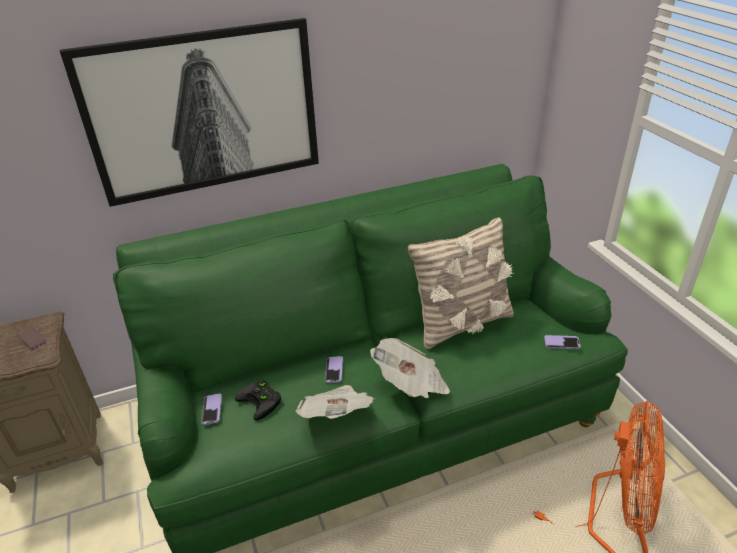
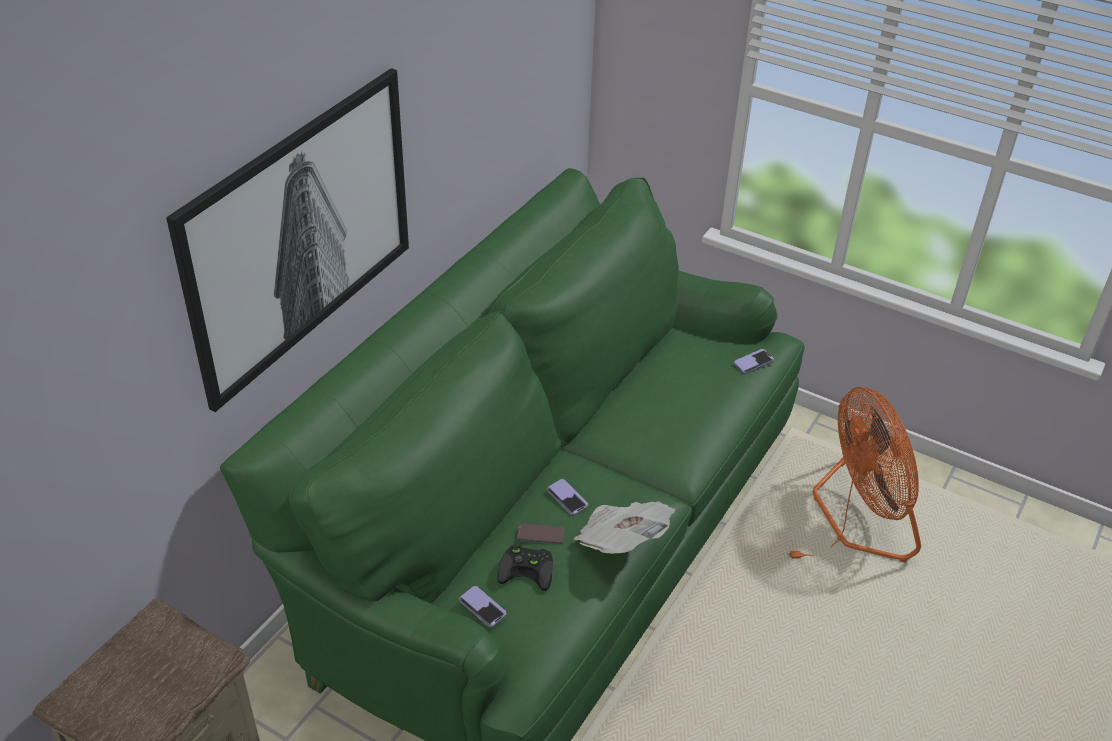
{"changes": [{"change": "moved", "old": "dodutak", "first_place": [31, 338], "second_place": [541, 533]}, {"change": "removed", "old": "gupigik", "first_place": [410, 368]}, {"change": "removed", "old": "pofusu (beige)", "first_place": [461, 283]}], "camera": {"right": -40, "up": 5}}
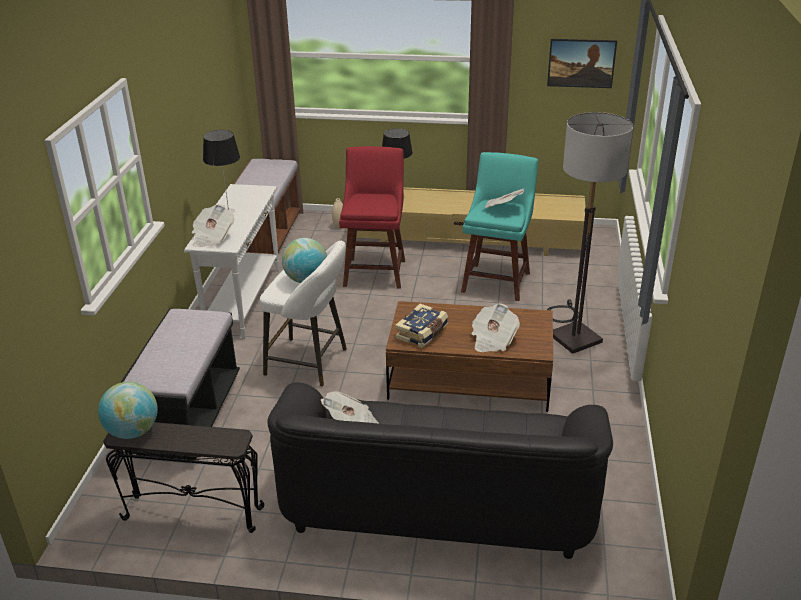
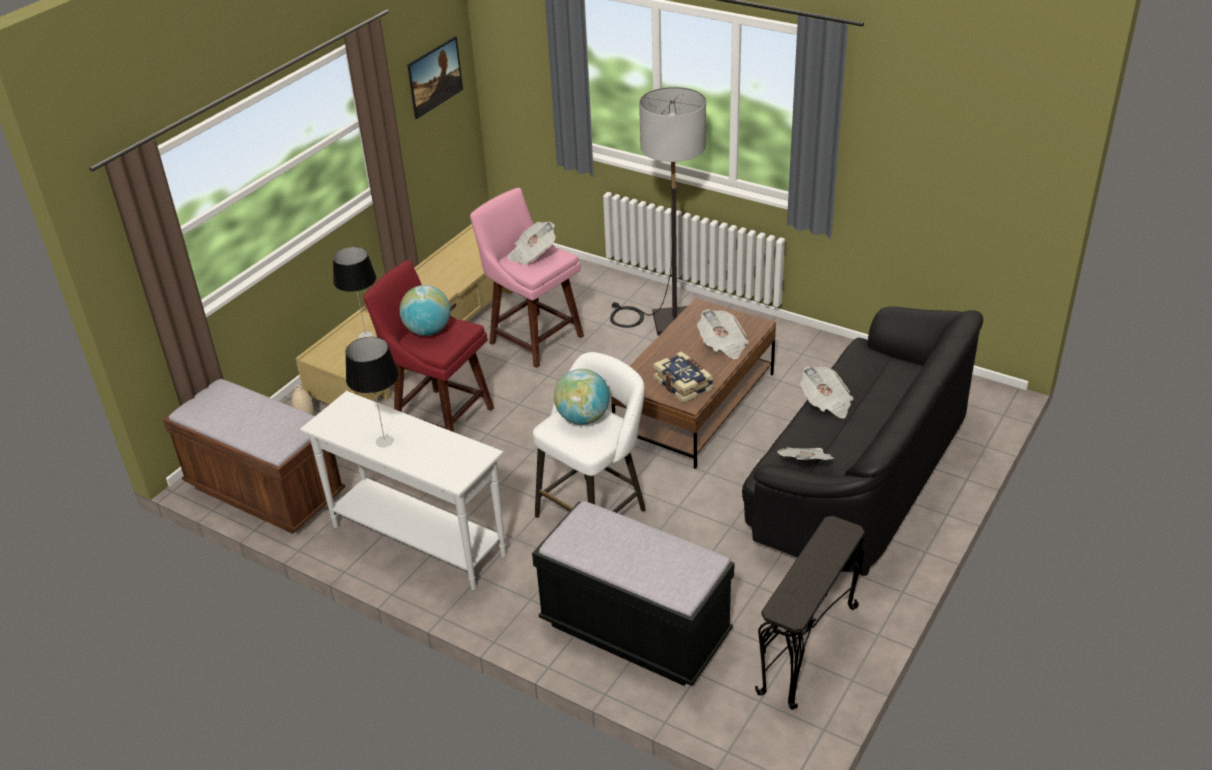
{"changes": [{"change": "moved", "old": "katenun", "first_place": [128, 410], "second_place": [425, 310]}, {"change": "recoloured", "old": "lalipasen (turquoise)", "new": "lalipasen (pink)", "first_place": [499, 226], "second_place": [527, 278]}, {"change": "moved", "old": "gupigik", "first_place": [213, 225], "second_place": [827, 392]}], "camera": {"right": -65, "up": 5}}
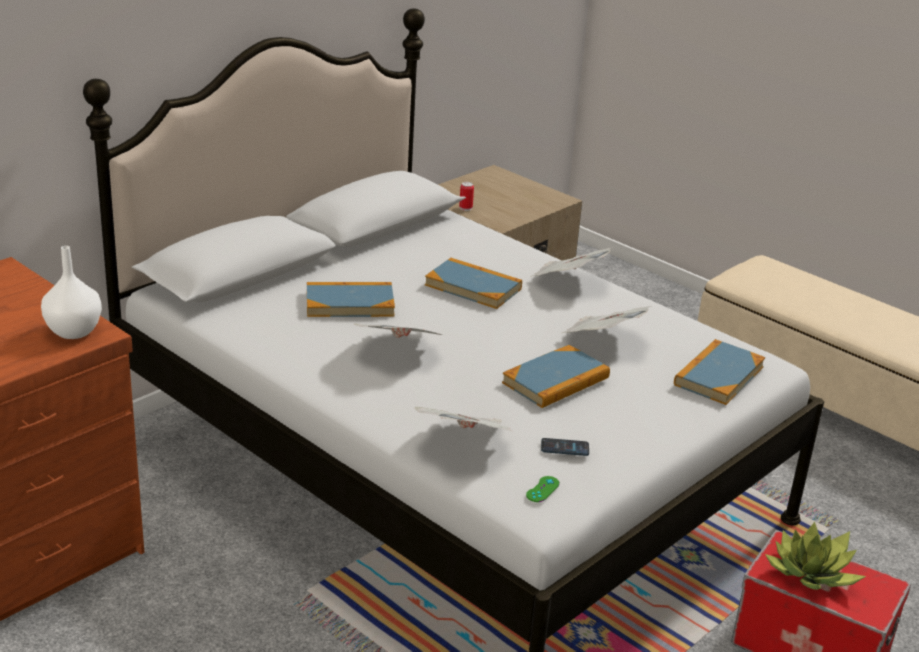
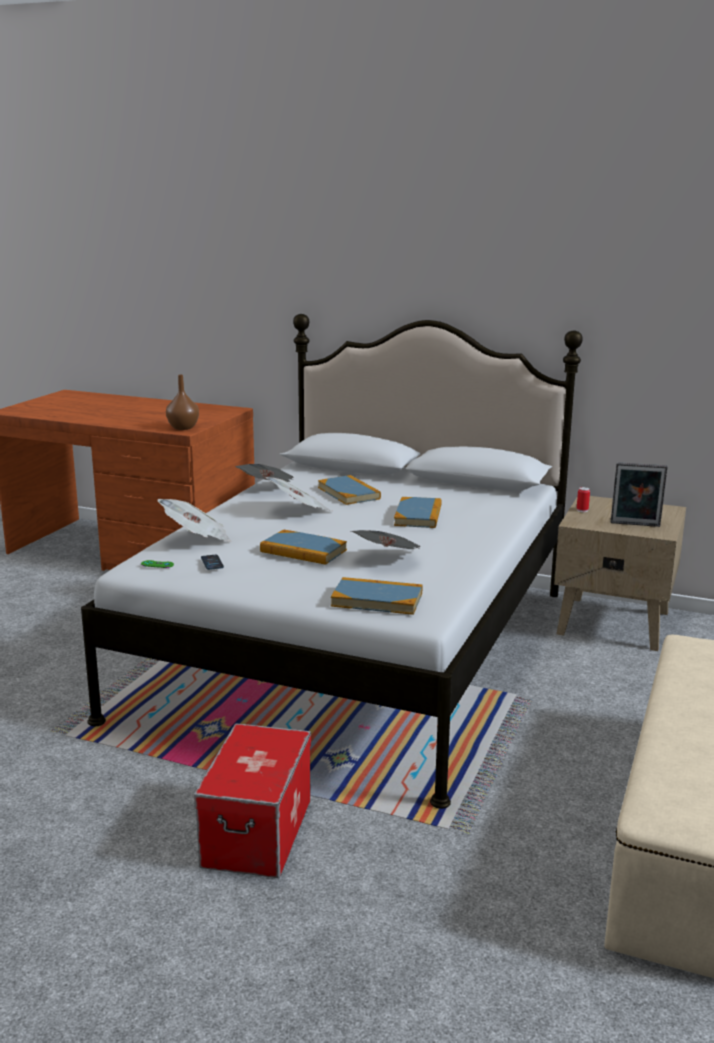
{"changes": [{"change": "recoloured", "old": "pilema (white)", "new": "pilema (brown)", "first_place": [71, 292], "second_place": [182, 402]}, {"change": "moved", "old": "gupigik", "first_place": [571, 262], "second_place": [264, 473]}, {"change": "added", "new": "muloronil", "second_place": [639, 494]}, {"change": "removed", "old": "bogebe", "first_place": [815, 556]}], "camera": {"right": 70, "up": -10}}
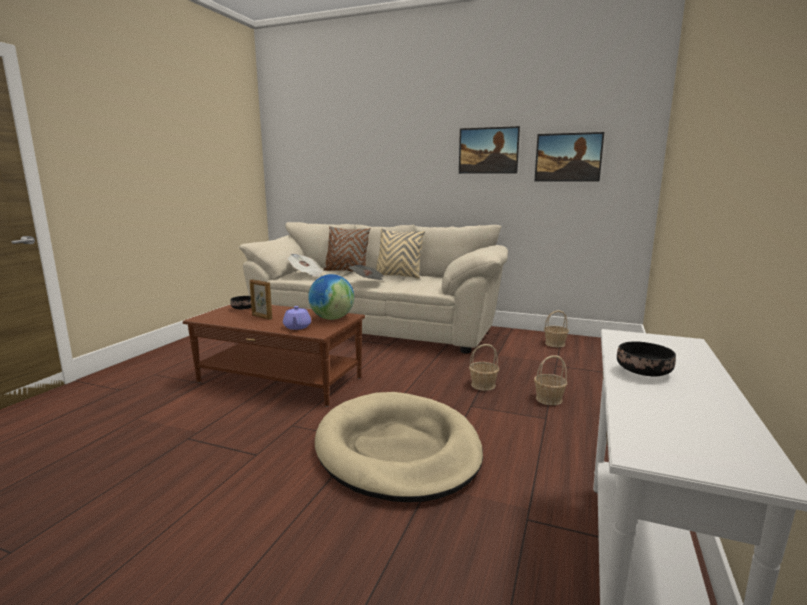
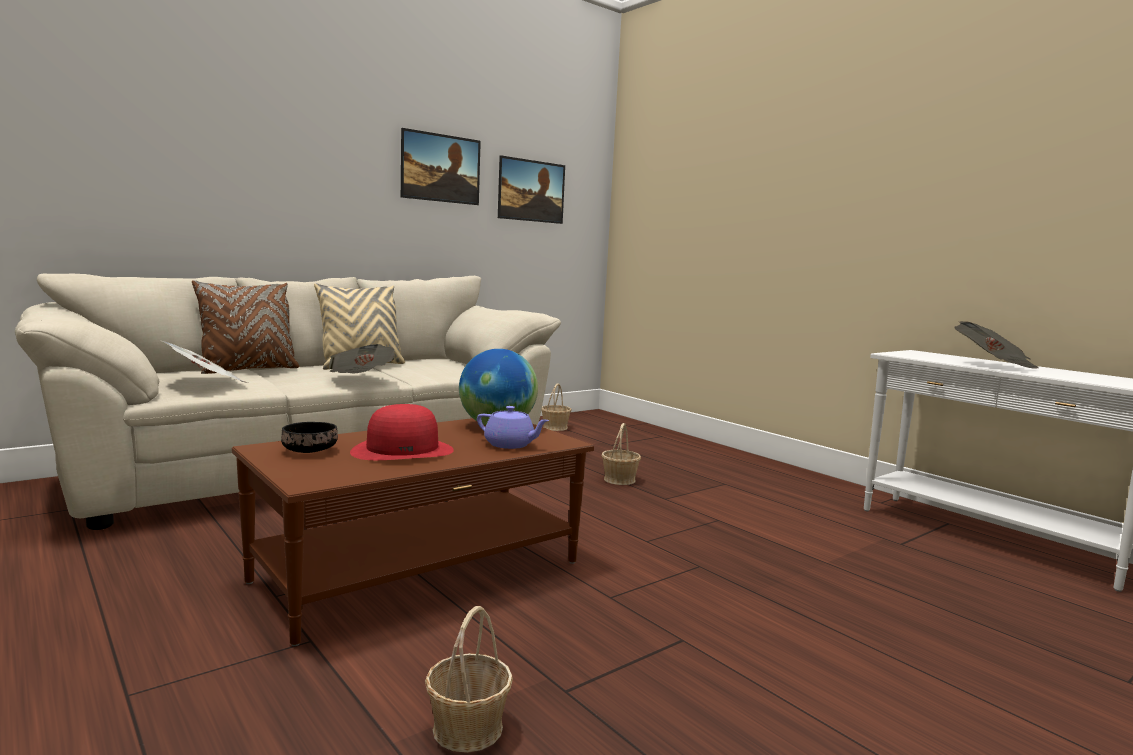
{"changes": [{"change": "replaced", "old": "muloronil", "new": "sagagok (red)", "first_place": [261, 299], "second_place": [402, 432]}, {"change": "moved", "old": "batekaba", "first_place": [550, 380], "second_place": [469, 679]}, {"change": "replaced", "old": "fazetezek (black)", "new": "gupigik", "first_place": [646, 359], "second_place": [996, 345]}, {"change": "removed", "old": "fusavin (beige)", "first_place": [399, 447]}], "camera": {"right": -60, "up": -5}}
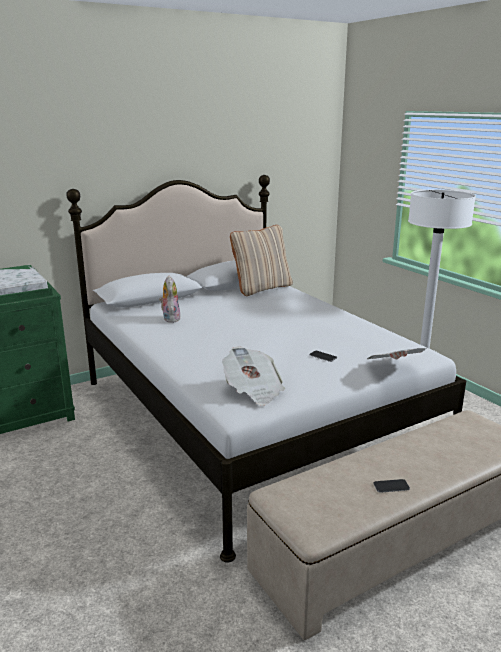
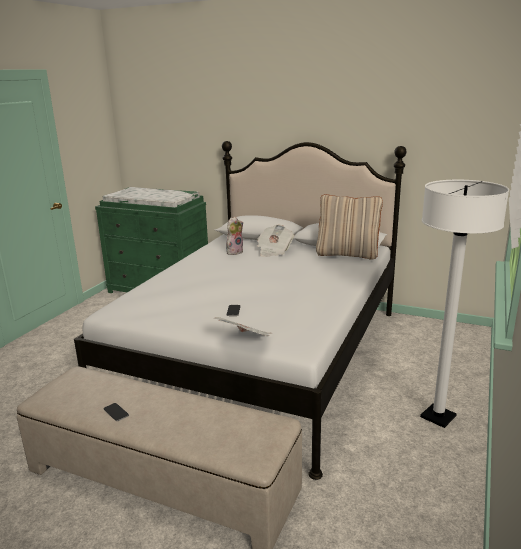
{"changes": [{"change": "moved", "old": "gupigik", "first_place": [253, 376], "second_place": [275, 241]}], "camera": {"right": 55, "up": 0}}
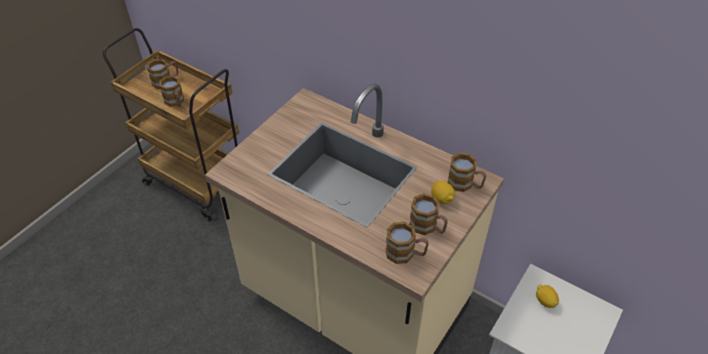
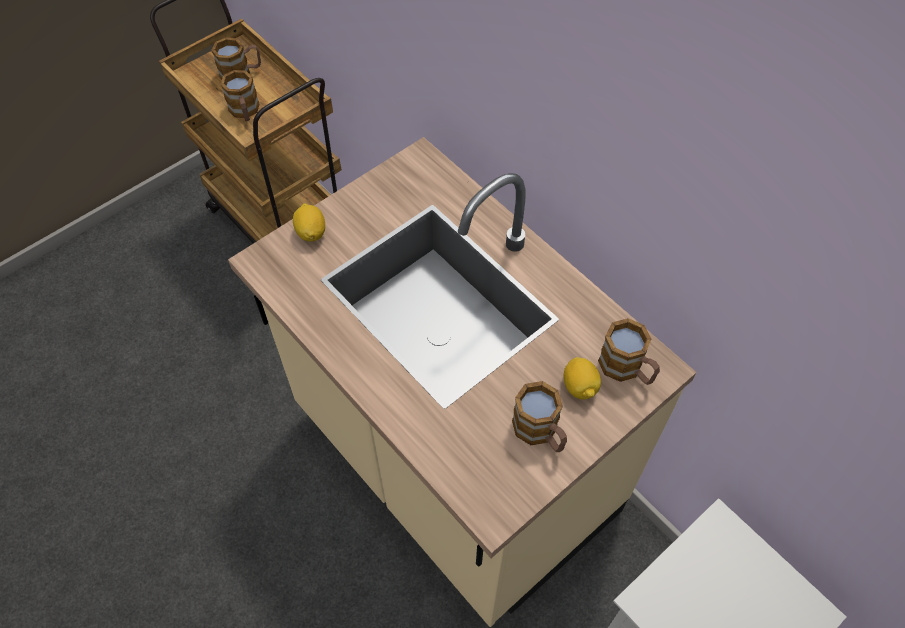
{"changes": [{"change": "moved", "old": "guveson", "first_place": [547, 296], "second_place": [309, 222]}, {"change": "removed", "old": "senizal", "first_place": [407, 243]}], "camera": {"right": 15, "up": 10}}
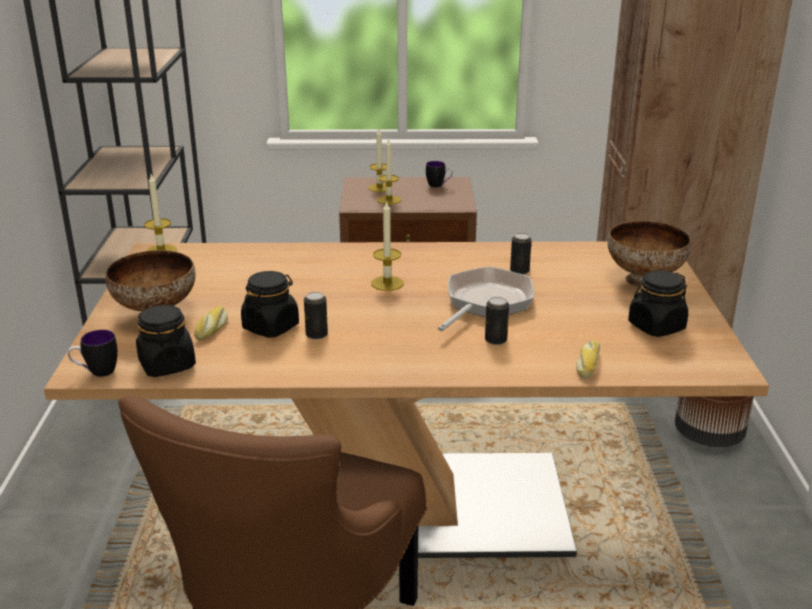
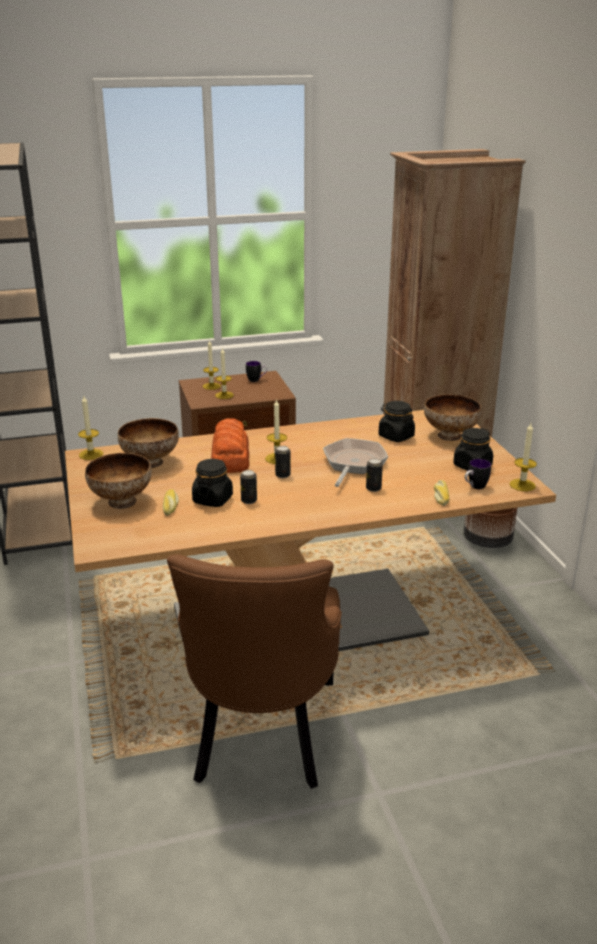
{"changes": [{"change": "added", "new": "fazetezek", "second_place": [148, 443]}, {"change": "added", "new": "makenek", "second_place": [230, 445]}, {"change": "moved", "old": "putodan", "first_place": [521, 254], "second_place": [282, 462]}, {"change": "moved", "old": "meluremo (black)", "first_place": [166, 341], "second_place": [396, 421]}, {"change": "moved", "old": "senizal", "first_place": [93, 353], "second_place": [478, 474]}, {"change": "added", "new": "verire", "second_place": [523, 457]}], "camera": {"right": -15, "up": 0}}
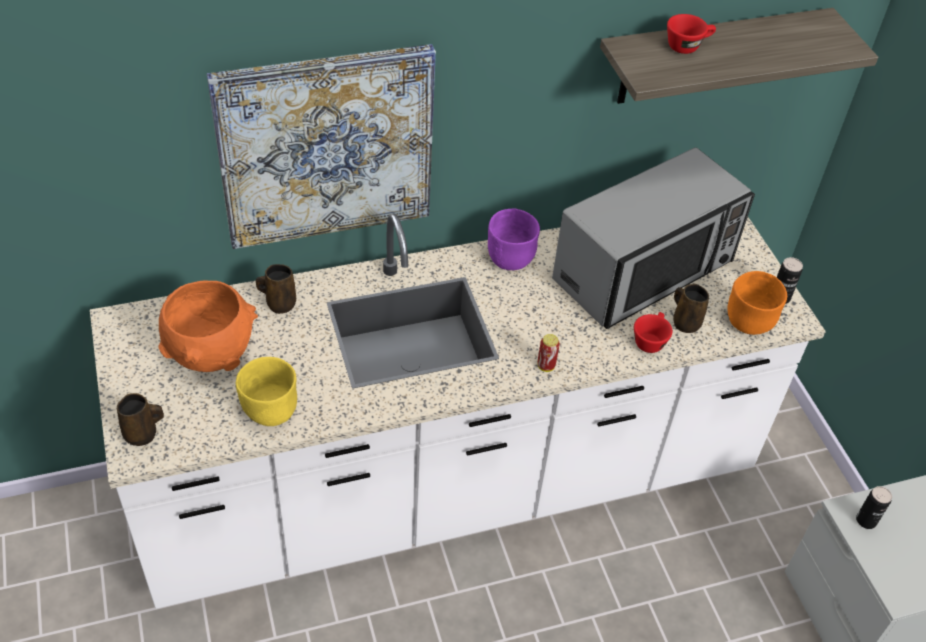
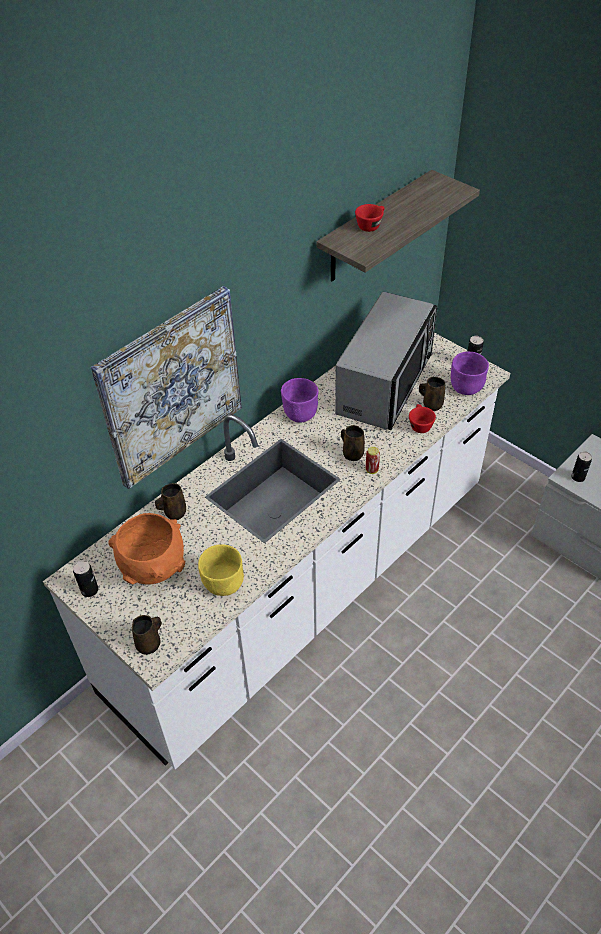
{"changes": [{"change": "added", "new": "putodan", "second_place": [86, 578]}, {"change": "added", "new": "senizal (brown)", "second_place": [353, 443]}, {"change": "recoloured", "old": "fazetezek (orange)", "new": "fazetezek (purple)", "first_place": [757, 303], "second_place": [470, 373]}], "camera": {"right": -25, "up": 0}}
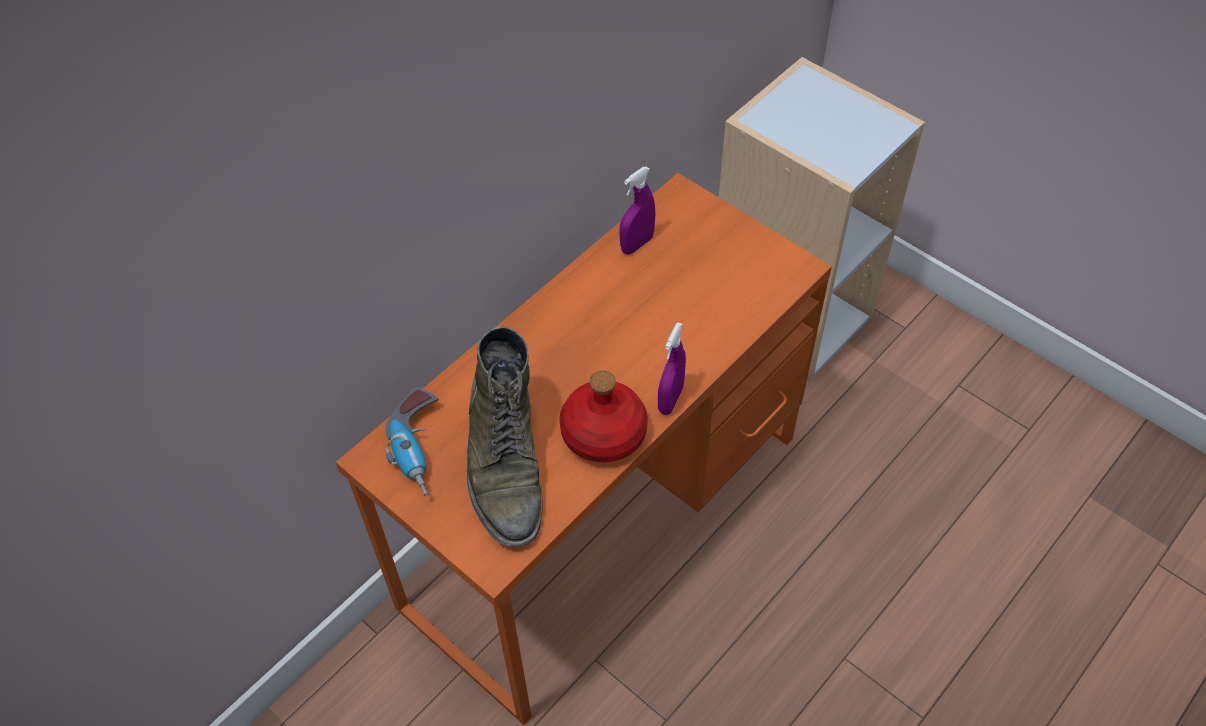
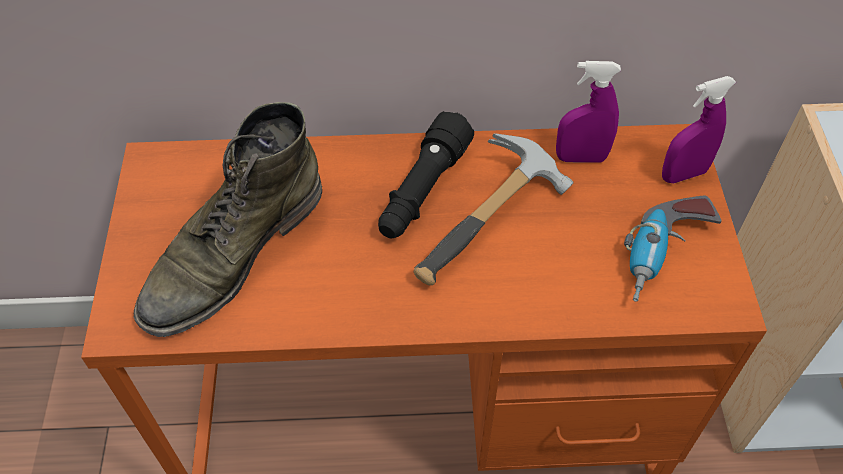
{"changes": [{"change": "added", "new": "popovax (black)", "second_place": [426, 174]}, {"change": "added", "new": "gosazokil", "second_place": [493, 209]}, {"change": "moved", "old": "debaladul", "first_place": [412, 441], "second_place": [672, 248]}, {"change": "moved", "old": "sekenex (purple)", "first_place": [672, 368], "second_place": [699, 129]}, {"change": "removed", "old": "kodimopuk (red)", "first_place": [603, 416]}], "camera": {"right": 45, "up": 0}}
